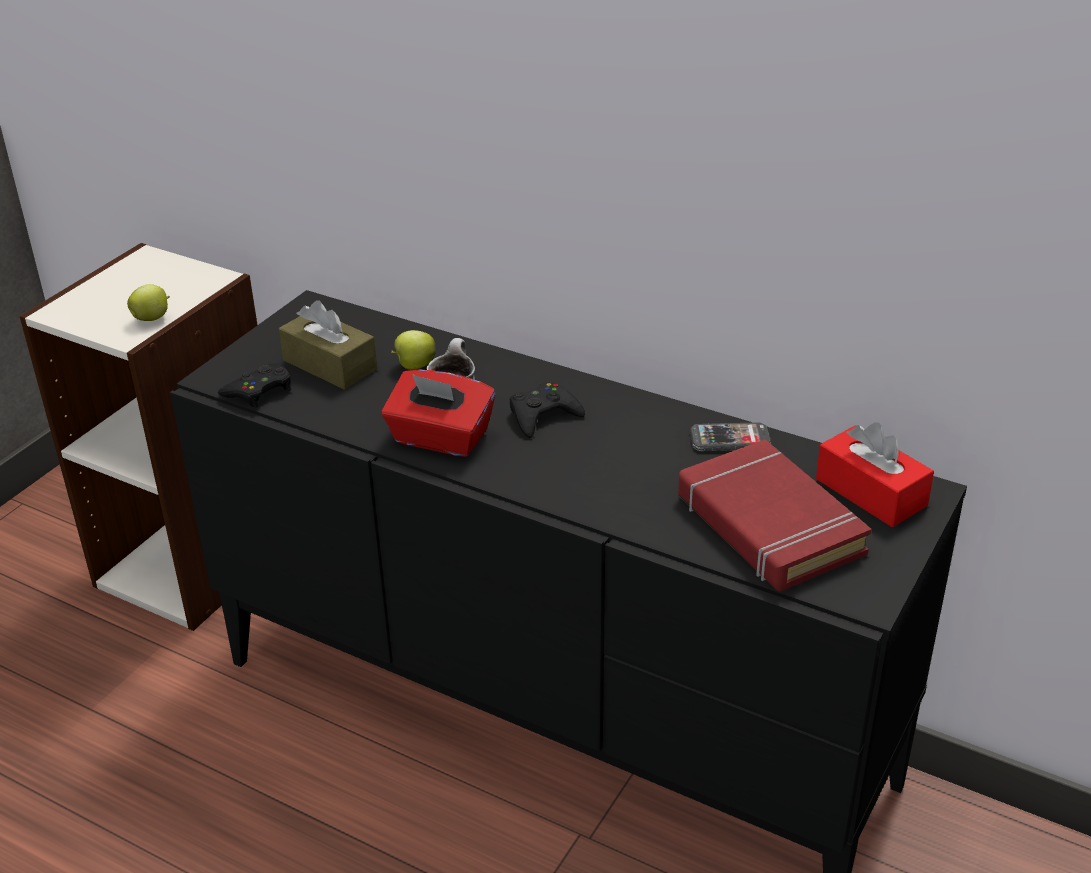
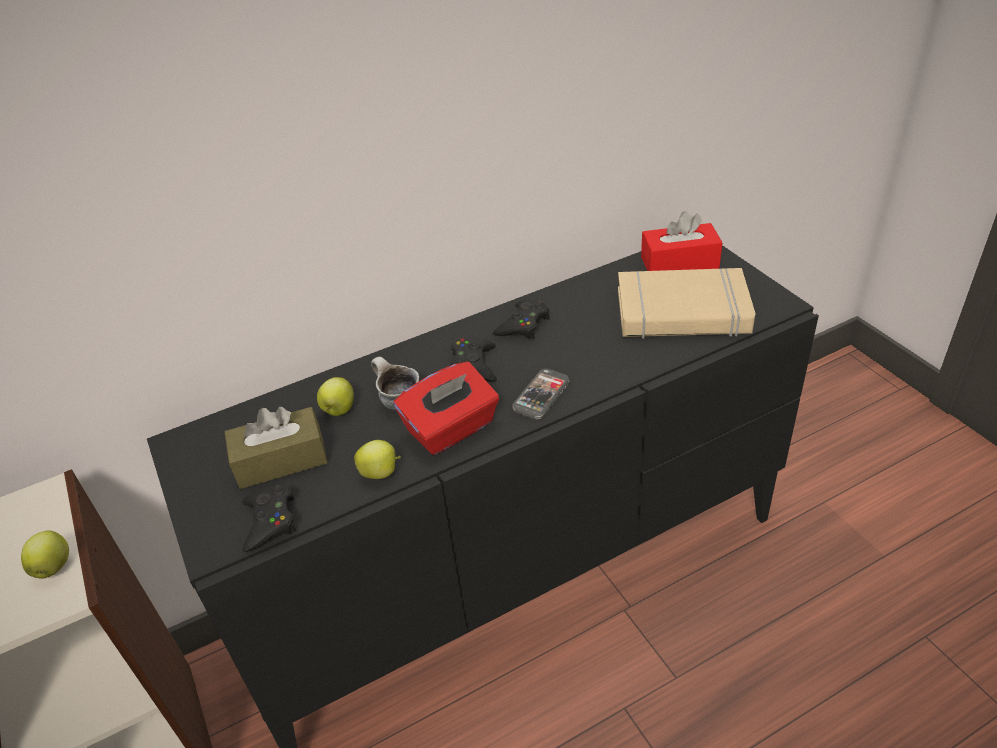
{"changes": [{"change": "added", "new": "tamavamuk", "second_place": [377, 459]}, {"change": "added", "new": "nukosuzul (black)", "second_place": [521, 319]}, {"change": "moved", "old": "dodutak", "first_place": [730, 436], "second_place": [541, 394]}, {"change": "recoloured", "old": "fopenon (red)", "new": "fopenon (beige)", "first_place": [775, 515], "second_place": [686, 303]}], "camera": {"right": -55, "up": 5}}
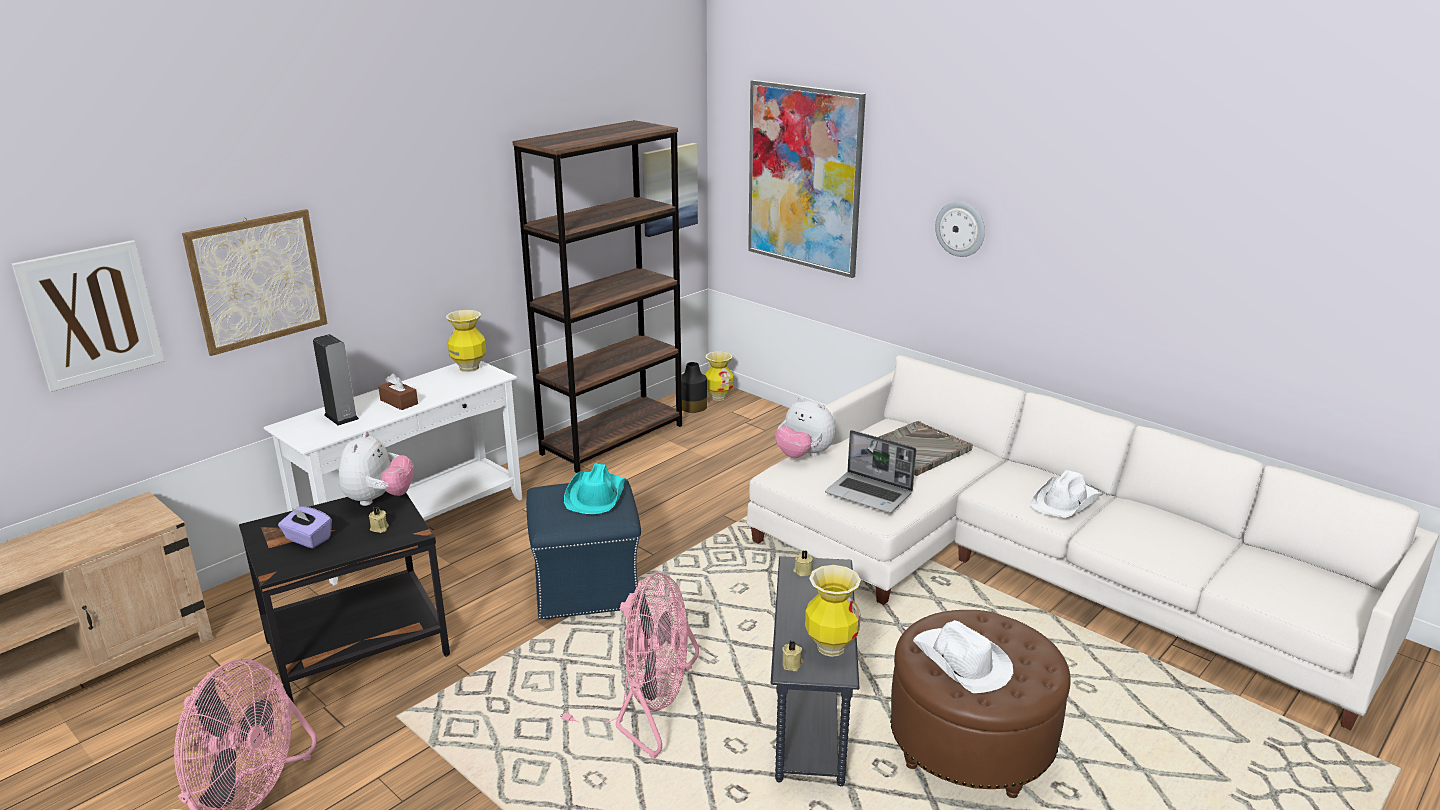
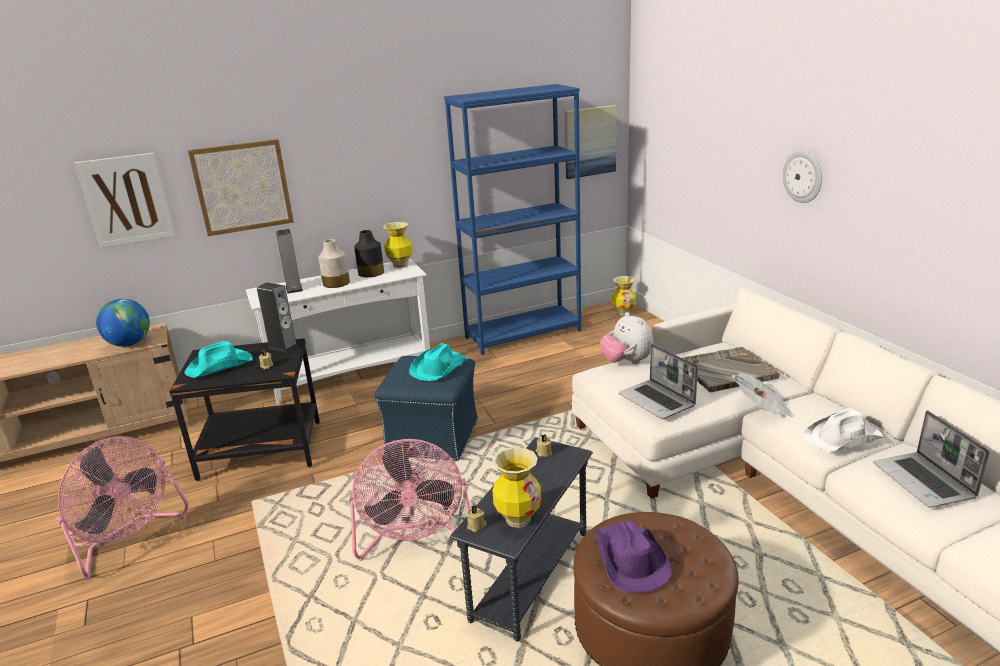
{"changes": [{"change": "added", "new": "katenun", "second_place": [123, 323]}, {"change": "replaced", "old": "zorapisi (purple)", "new": "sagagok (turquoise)", "first_place": [305, 527], "second_place": [218, 359]}, {"change": "replaced", "old": "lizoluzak", "new": "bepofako", "first_place": [376, 468], "second_place": [278, 317]}, {"change": "replaced", "old": "zorapisi (brown)", "new": "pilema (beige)", "first_place": [398, 392], "second_place": [334, 263]}, {"change": "turned", "old": "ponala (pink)", "first_place": [629, 666], "second_place": [409, 500], "degrees": 45}, {"change": "moved", "old": "pilema (black)", "first_place": [694, 387], "second_place": [369, 253]}, {"change": "recoloured", "old": "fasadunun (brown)", "new": "fasadunun (blue)", "first_place": [597, 296], "second_place": [512, 219]}, {"change": "recoloured", "old": "sagagok (white)", "new": "sagagok (purple)", "first_place": [963, 656], "second_place": [633, 556]}, {"change": "added", "new": "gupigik", "second_place": [763, 395]}, {"change": "added", "new": "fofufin", "second_place": [931, 459]}, {"change": "removed", "old": "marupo", "first_place": [807, 179]}], "camera": {"right": 25, "up": 0}}
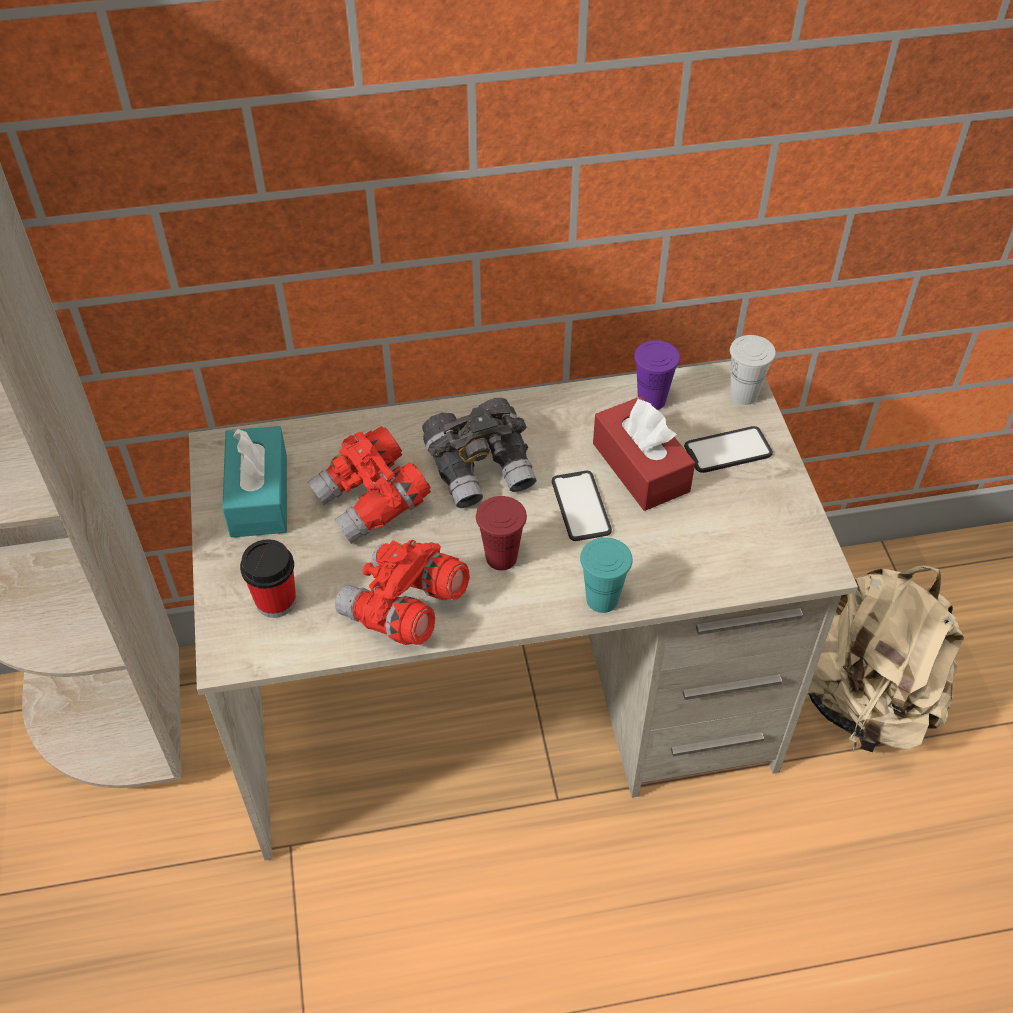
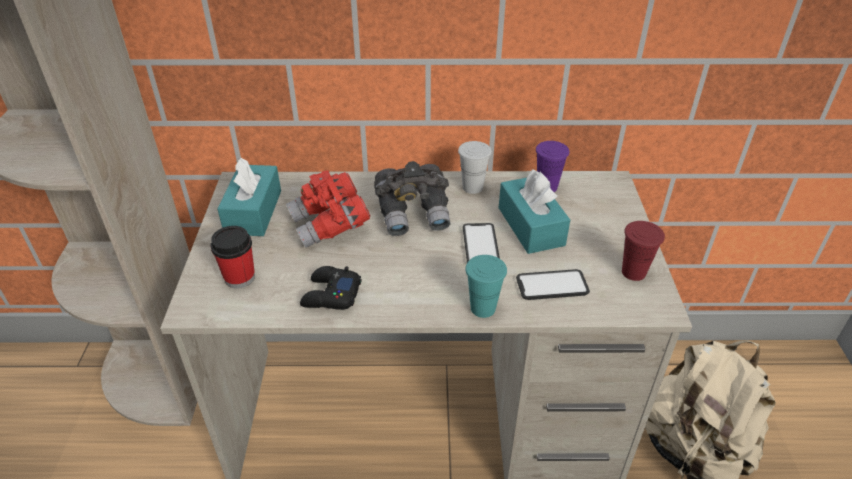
{"changes": [{"change": "replaced", "old": "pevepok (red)", "new": "nukosuzul (black)", "first_place": [402, 592], "second_place": [331, 288]}, {"change": "moved", "old": "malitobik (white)", "first_place": [753, 370], "second_place": [475, 167]}, {"change": "recoloured", "old": "zorapisi (red)", "new": "zorapisi (turquoise)", "first_place": [644, 453], "second_place": [534, 211]}, {"change": "moved", "old": "dodutak", "first_place": [728, 449], "second_place": [553, 284]}, {"change": "moved", "old": "malitobik (red)", "first_place": [501, 533], "second_place": [643, 251]}], "camera": {"right": 10, "up": -10}}
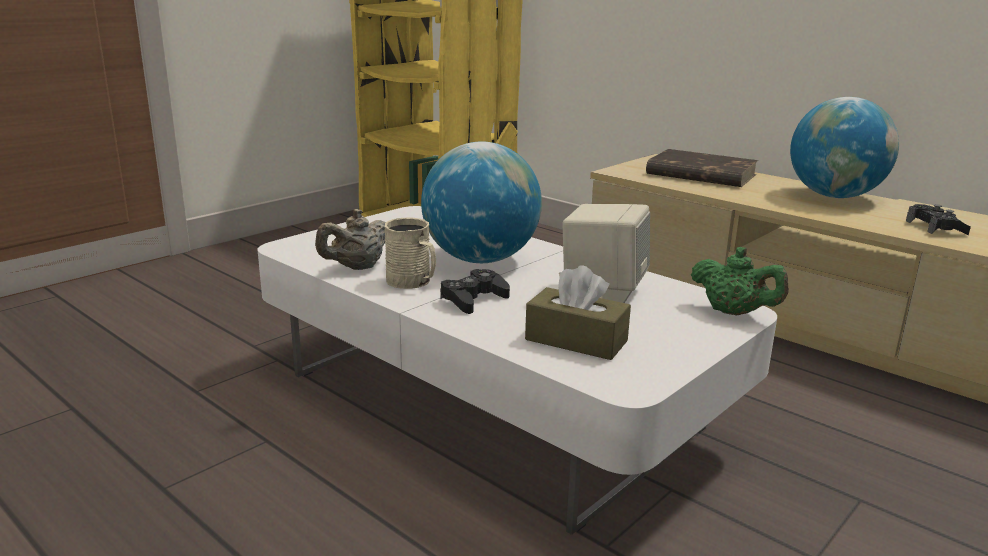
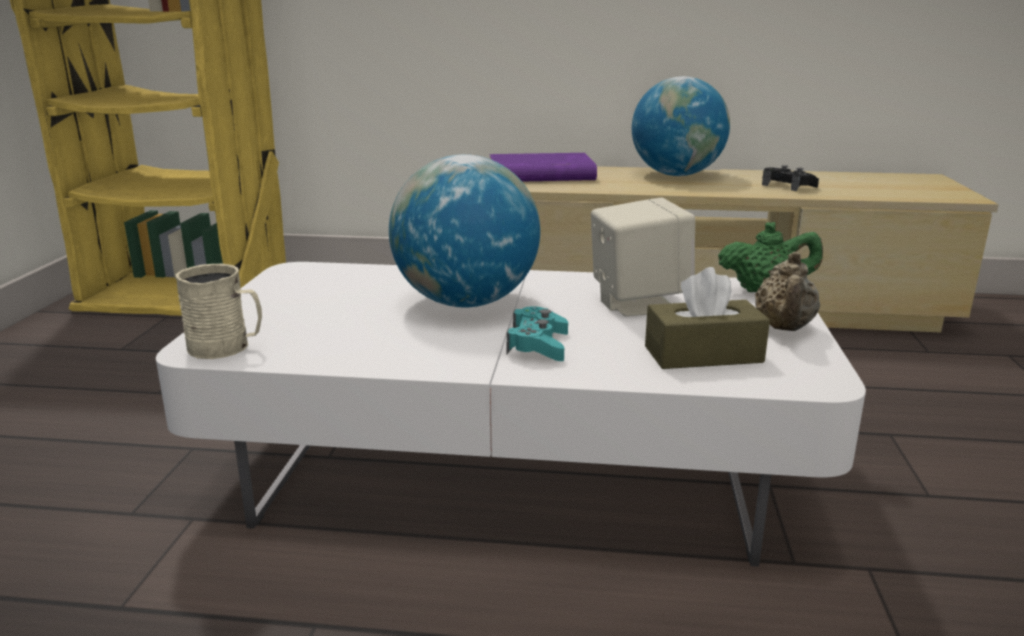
{"changes": [{"change": "moved", "old": "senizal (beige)", "first_place": [410, 253], "second_place": [219, 311]}, {"change": "recoloured", "old": "fopenon (brown)", "new": "fopenon (purple)", "first_place": [702, 168], "second_place": [543, 167]}, {"change": "recoloured", "old": "nukosuzul (black)", "new": "nukosuzul (turquoise)", "first_place": [475, 291], "second_place": [537, 333]}, {"change": "moved", "old": "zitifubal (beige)", "first_place": [350, 239], "second_place": [787, 291]}], "camera": {"right": -35, "up": 0}}
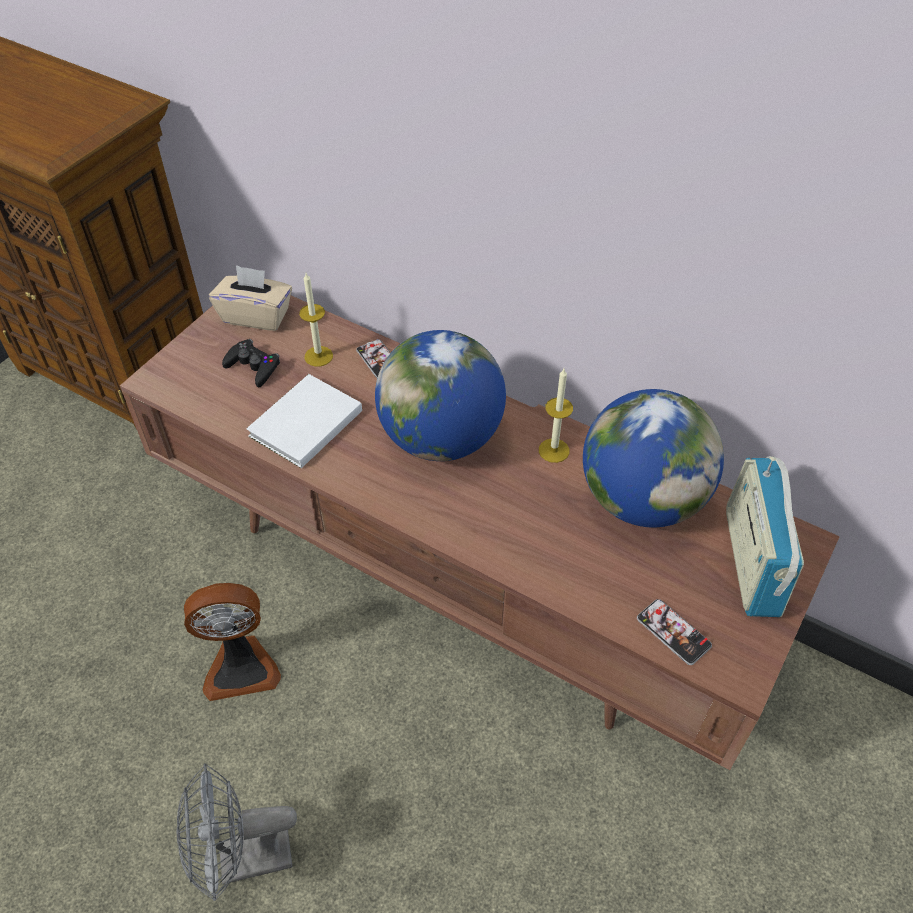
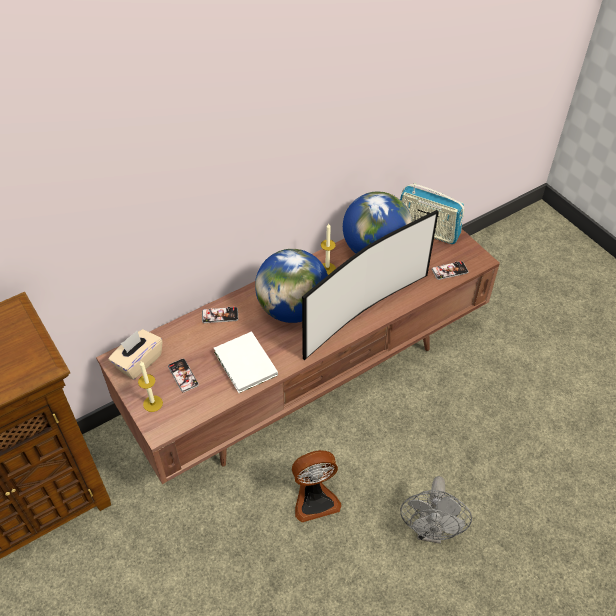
{"changes": [{"change": "moved", "old": "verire", "first_place": [316, 320], "second_place": [150, 386]}, {"change": "replaced", "old": "nukosuzul (black)", "new": "dodutak", "first_place": [251, 363], "second_place": [183, 376]}, {"change": "turned", "old": "ponala", "first_place": [232, 642], "second_place": [316, 486], "degrees": 60}, {"change": "added", "new": "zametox", "second_place": [370, 285]}], "camera": {"right": -65, "up": 0}}
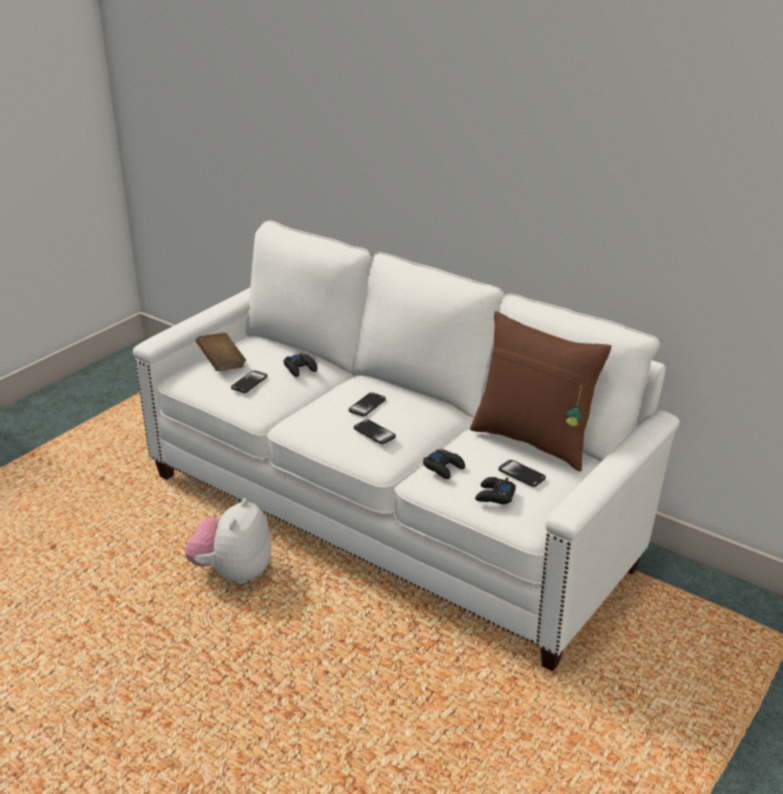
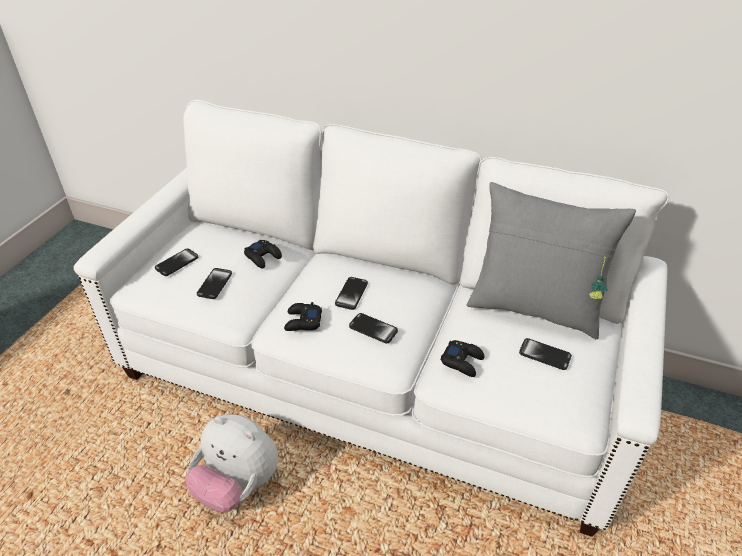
{"changes": [{"change": "replaced", "old": "fopenon (brown)", "new": "dodutak", "first_place": [221, 351], "second_place": [176, 262]}, {"change": "turned", "old": "lizoluzak", "first_place": [228, 541], "second_place": [231, 463], "degrees": -60}, {"change": "moved", "old": "nukosuzul (black)", "first_place": [495, 490], "second_place": [303, 316]}, {"change": "recoloured", "old": "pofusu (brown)", "new": "pofusu (grey)", "first_place": [540, 391], "second_place": [551, 260]}], "camera": {"right": -15, "up": 10}}
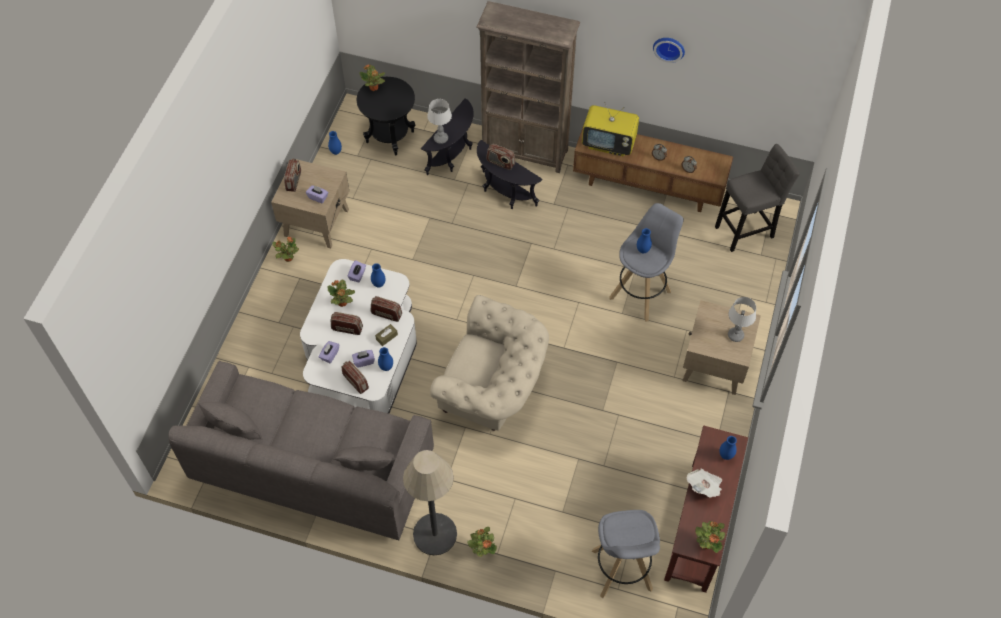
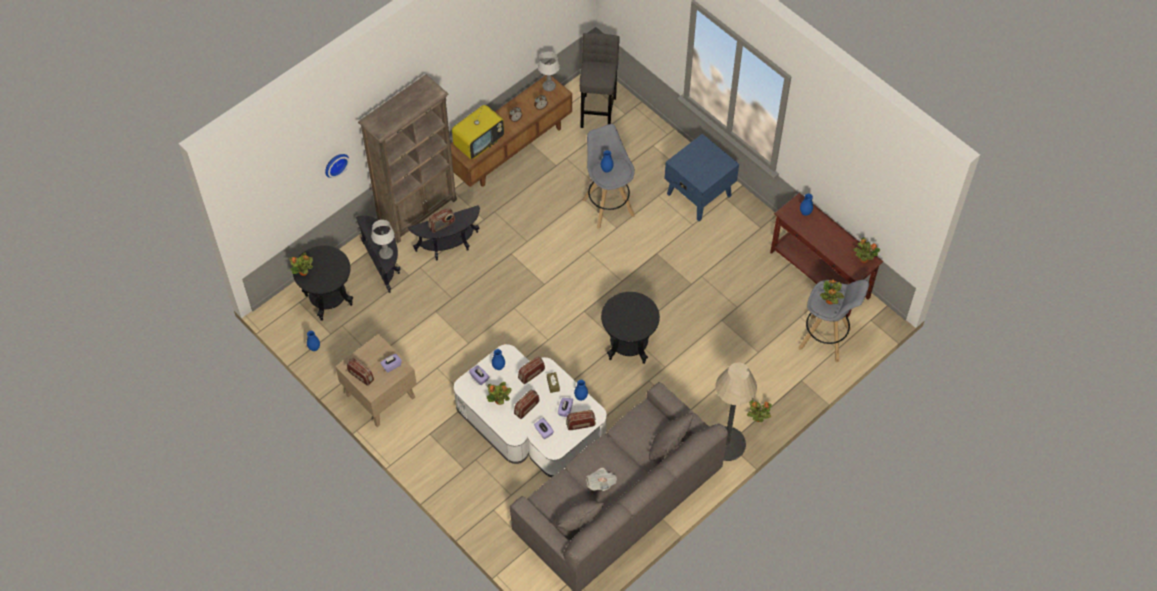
{"changes": [{"change": "moved", "old": "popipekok", "first_place": [669, 50], "second_place": [337, 166]}, {"change": "moved", "old": "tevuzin", "first_place": [742, 319], "second_place": [549, 71]}, {"change": "moved", "old": "gupigik", "first_place": [704, 483], "second_place": [601, 479]}, {"change": "replaced", "old": "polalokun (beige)", "new": "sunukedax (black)", "first_place": [489, 363], "second_place": [630, 328]}, {"change": "recoloured", "old": "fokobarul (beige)", "new": "fokobarul (blue)", "first_place": [721, 347], "second_place": [701, 177]}, {"change": "moved", "old": "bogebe", "first_place": [285, 249], "second_place": [832, 292]}], "camera": {"right": -60, "up": 0}}
